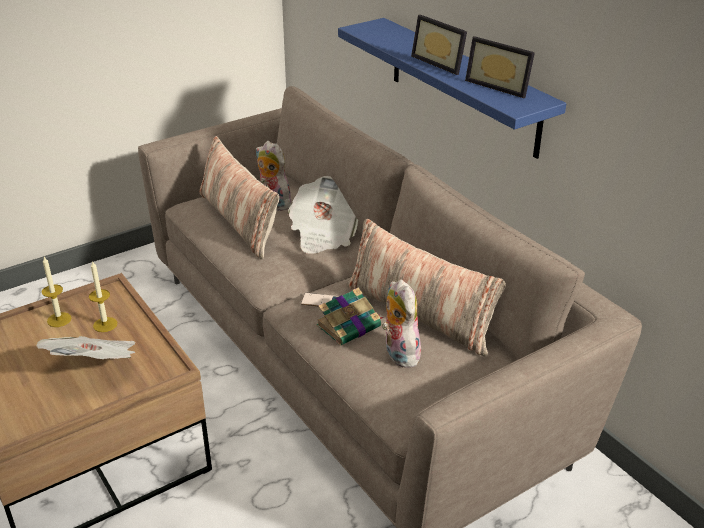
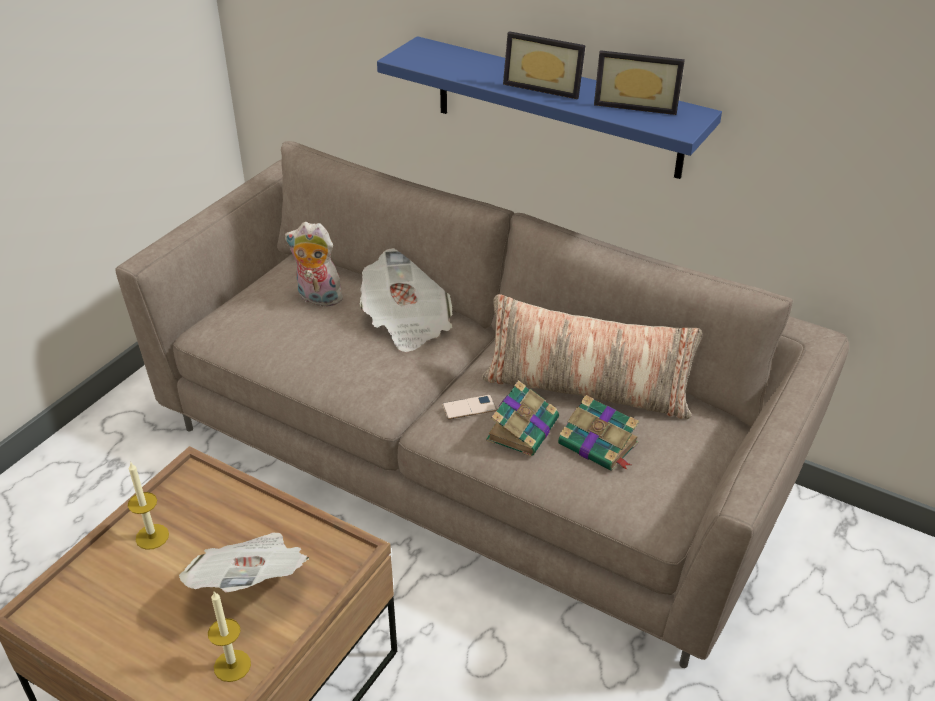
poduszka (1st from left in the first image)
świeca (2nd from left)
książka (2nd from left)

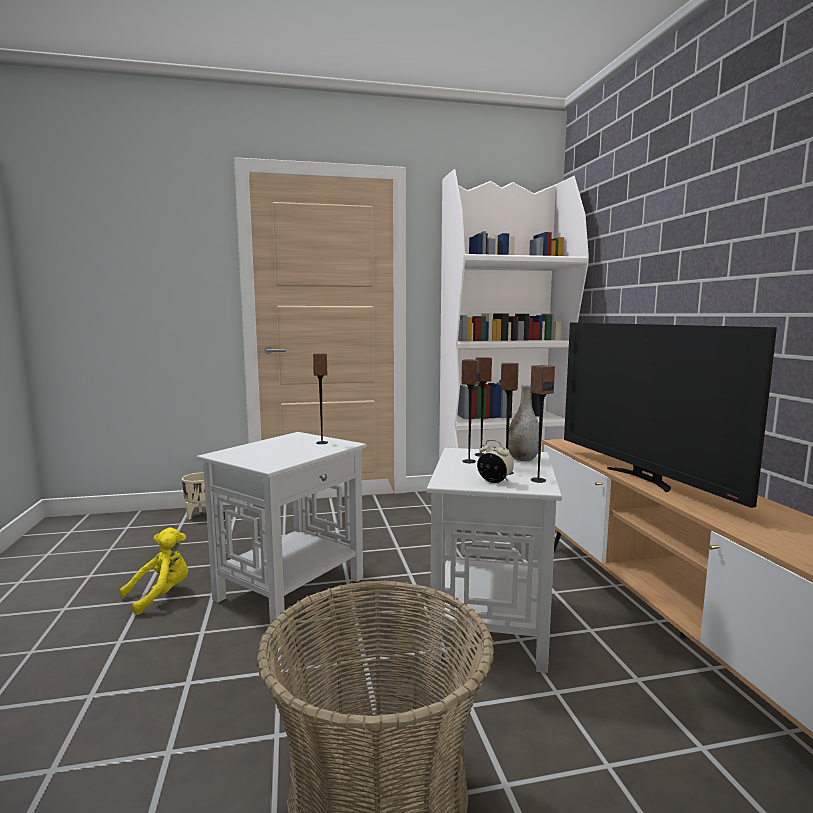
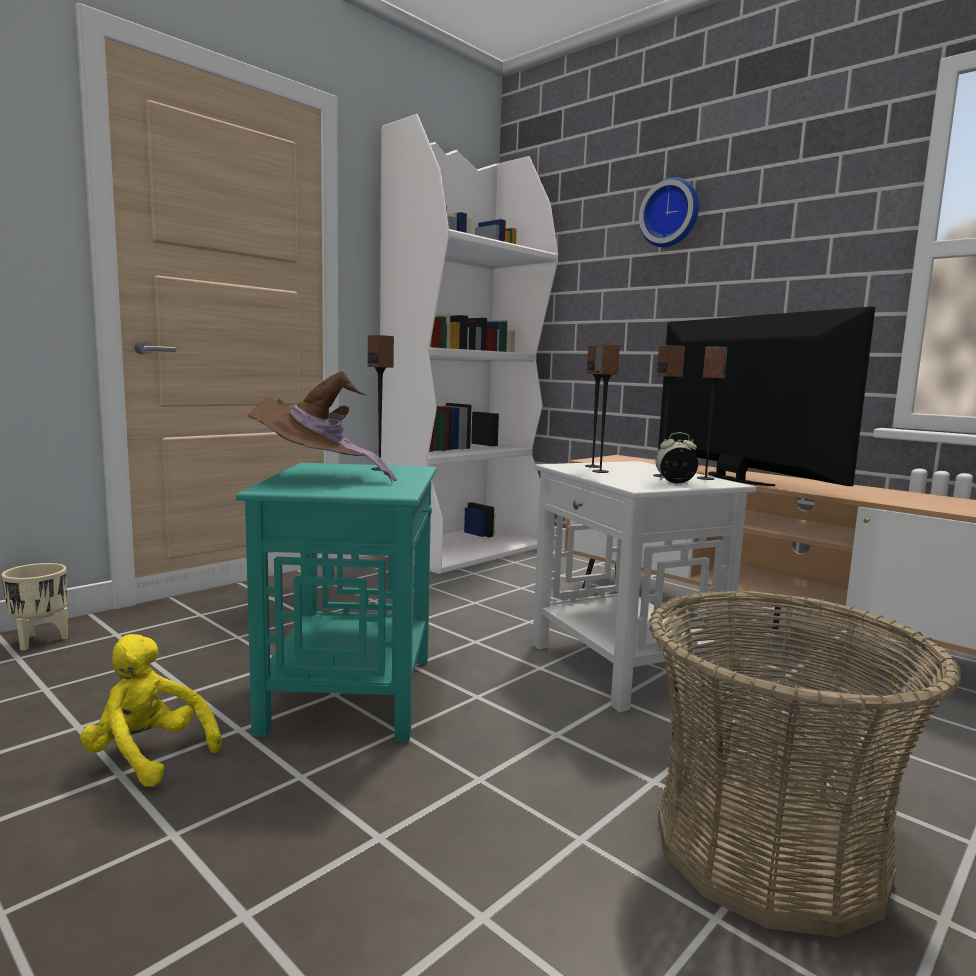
telewizor
wazon [szary]
stolik [turkusowy]
pluszak [żółty]
zegar ścienny
kapelusz [brązowy]

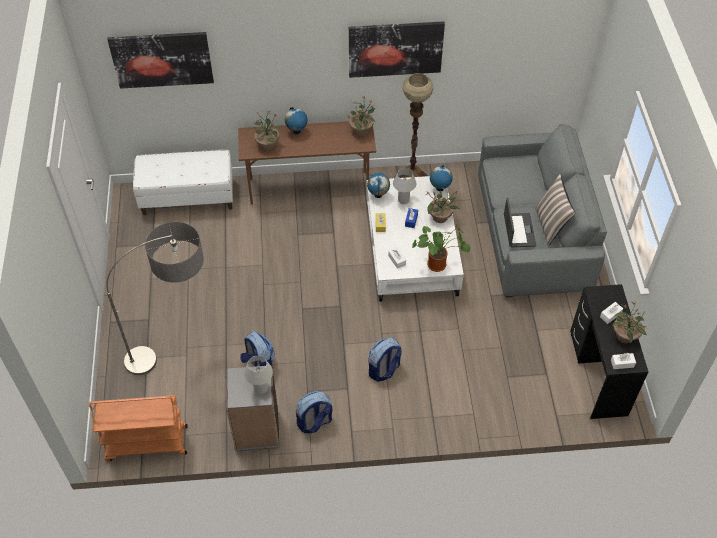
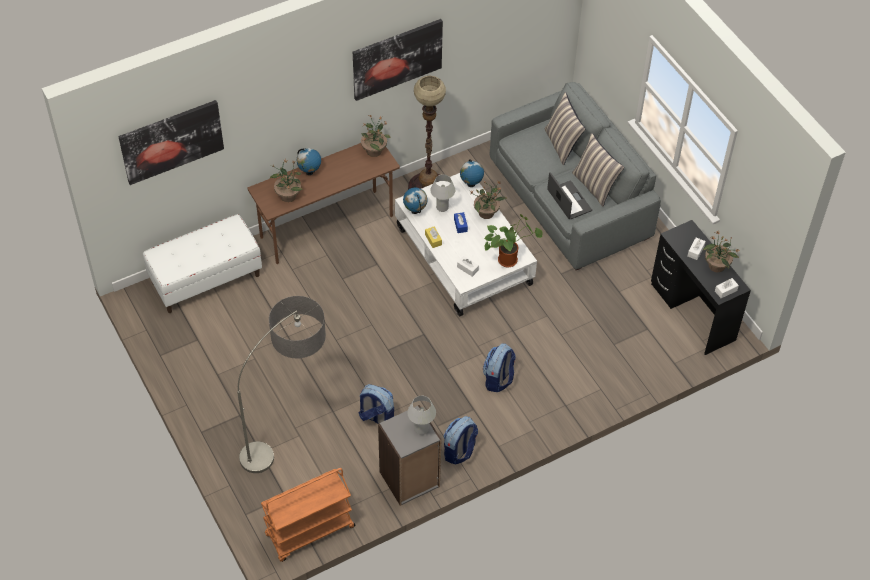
poduszka (1st from left)

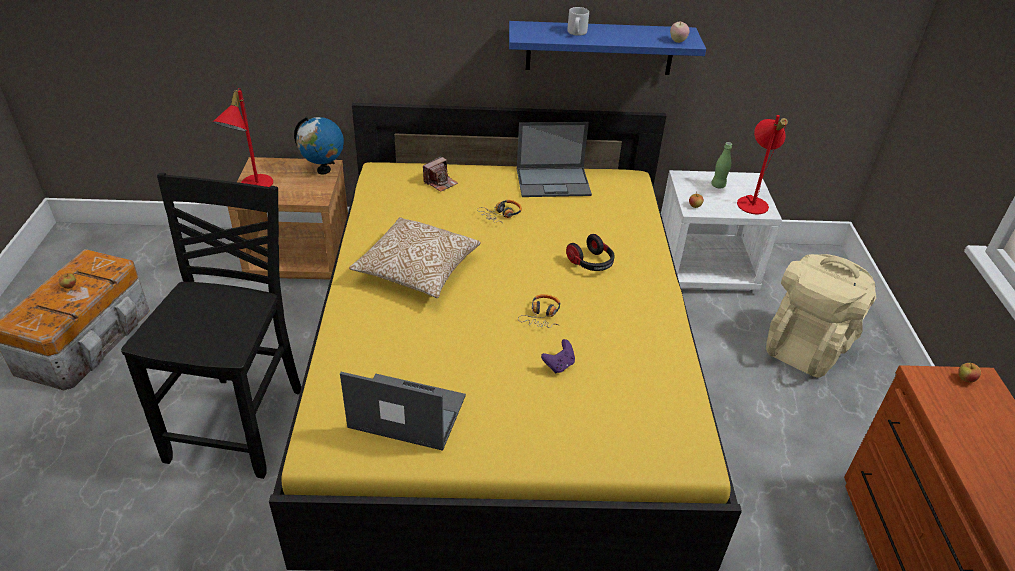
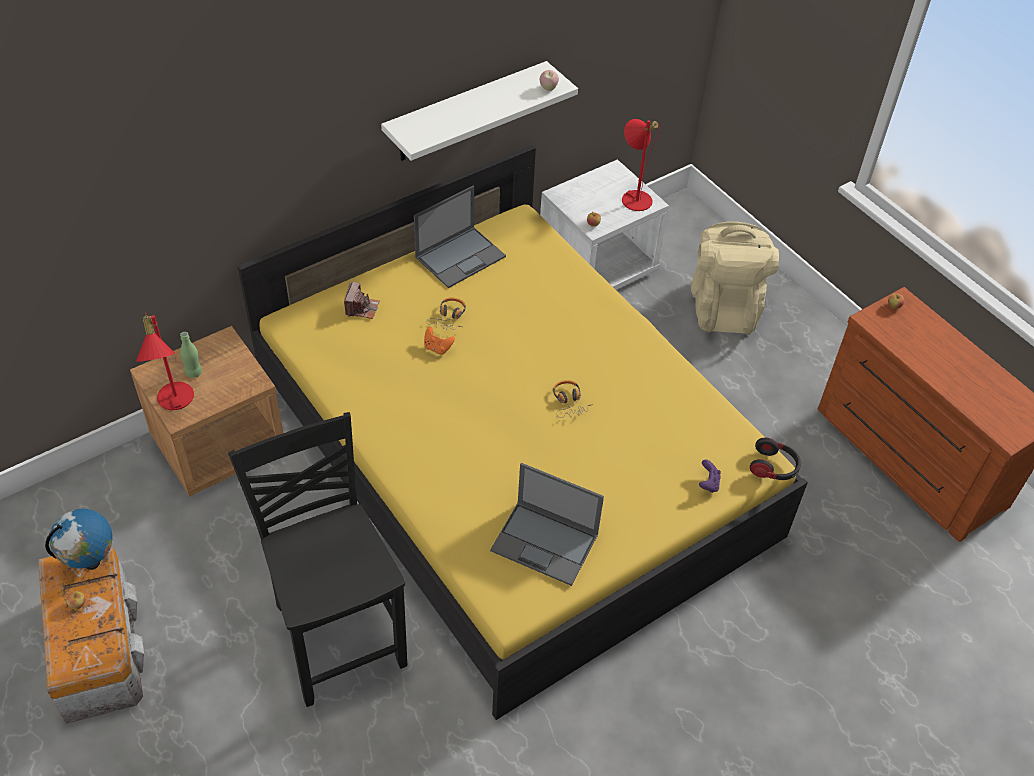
kubek [szary]
półka [biały]
globus
butelka [zielony]
poduszka
słuchawki (3rd from left)
pad do gier [fioletowy]
laptop (2nd from left)
pad do gier [pomarańczowy]

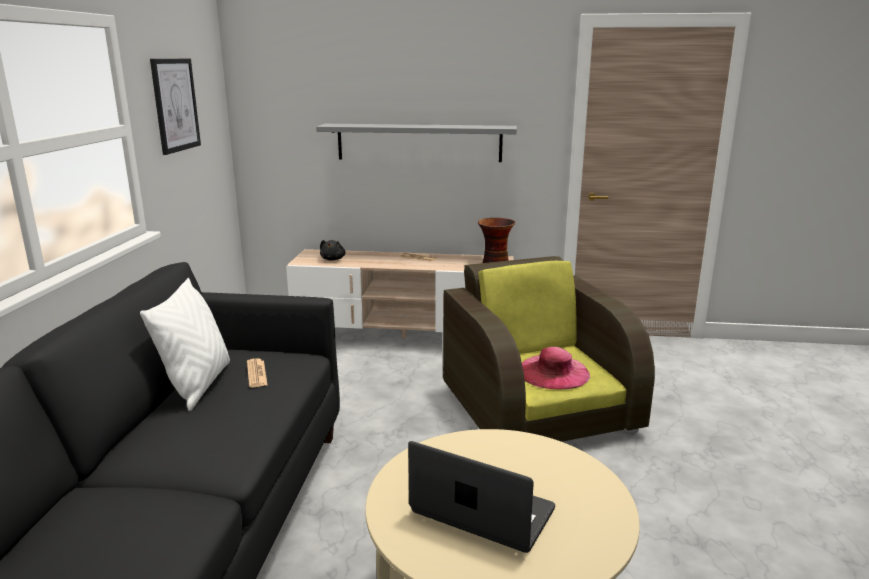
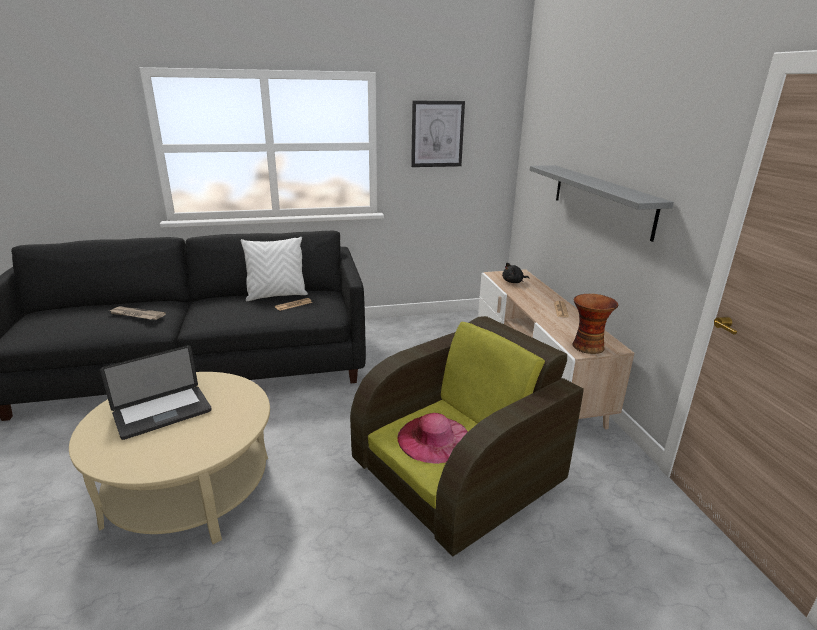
laptop
gazeta (1st from left)

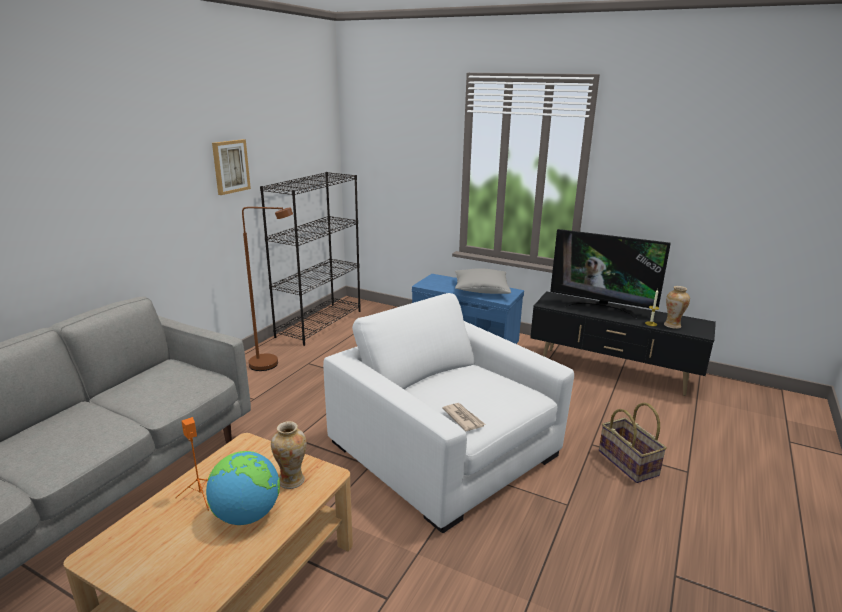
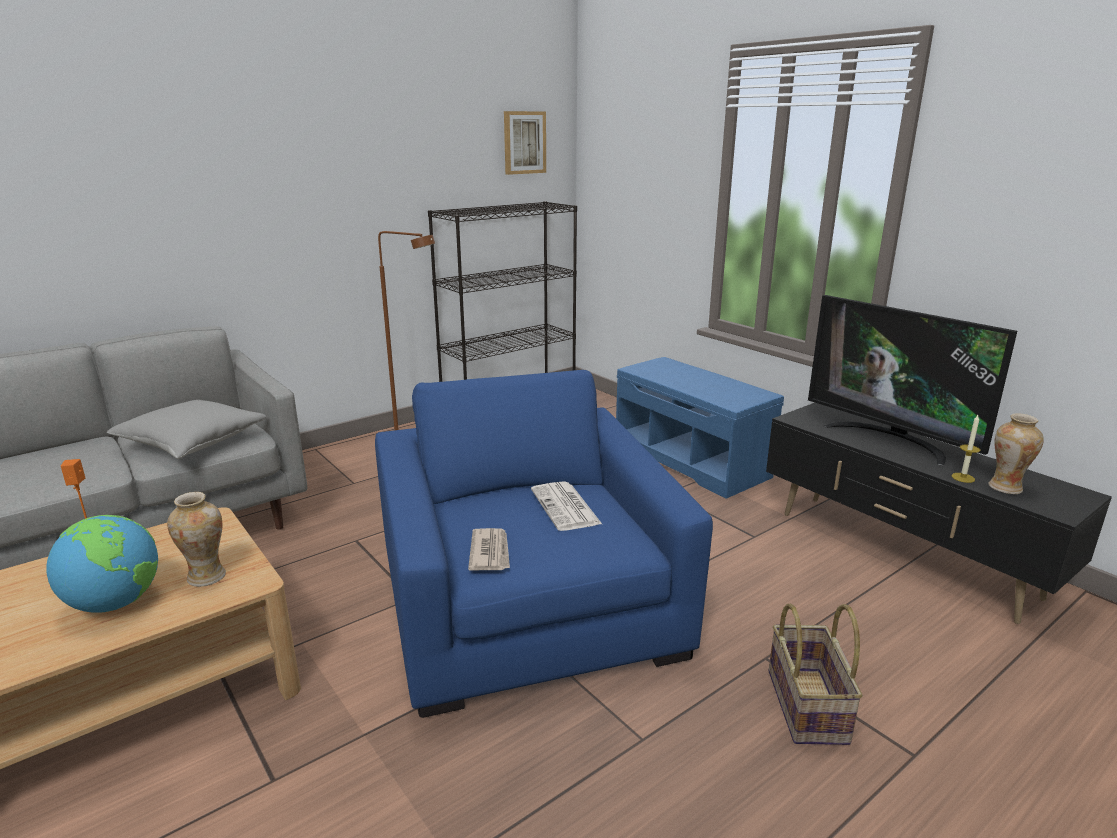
obraz
poduszka [szary]
fotel [niebieski]
gazeta (2nd from left)

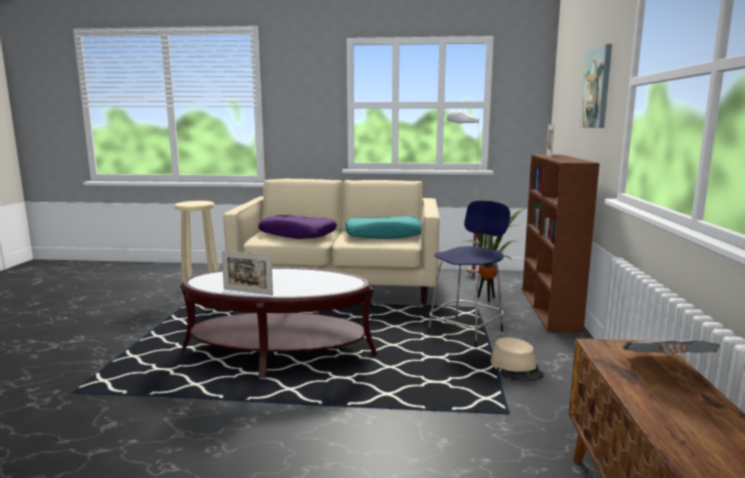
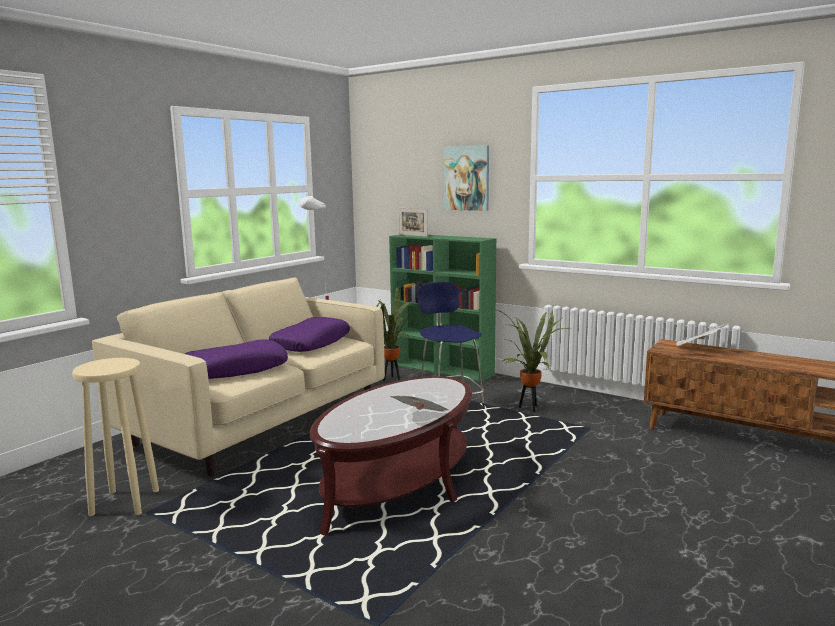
regał [zielony]
poduszka [fioletowy] (2nd from left)
gazeta (1st from left)
roślina doniczkowa (2nd from left)

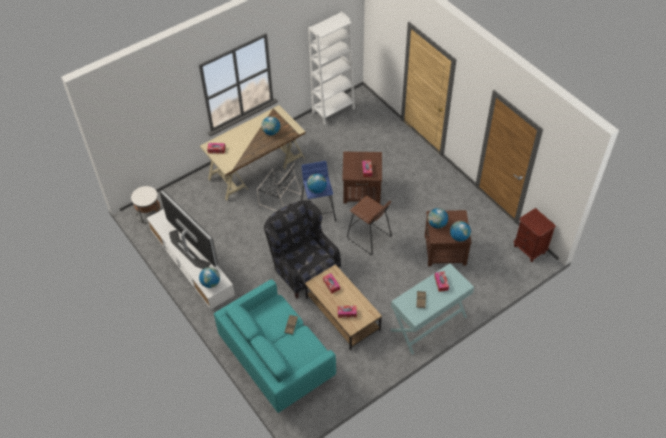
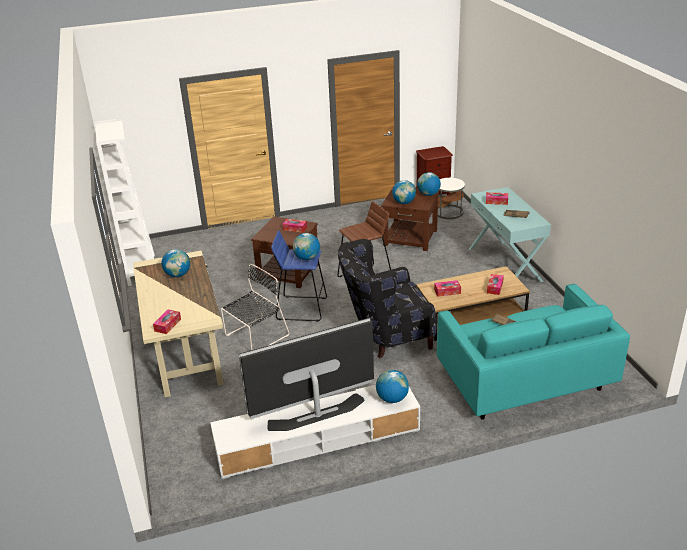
stolik [biały]

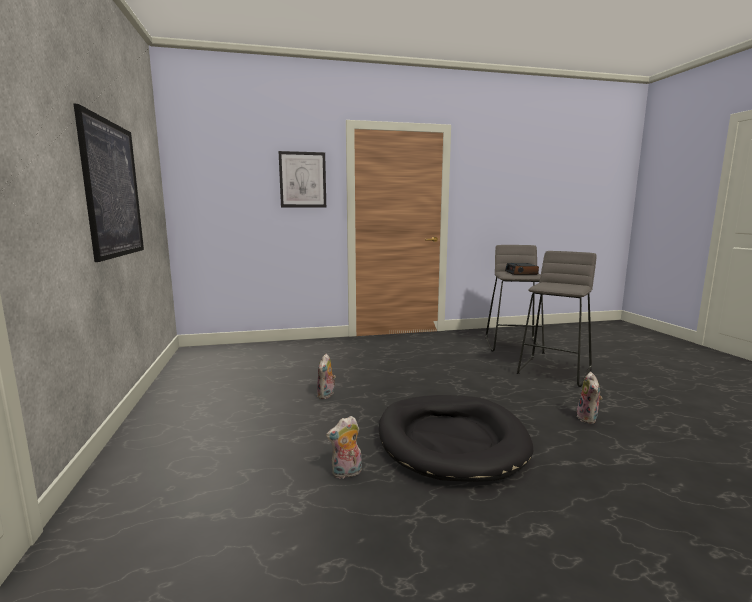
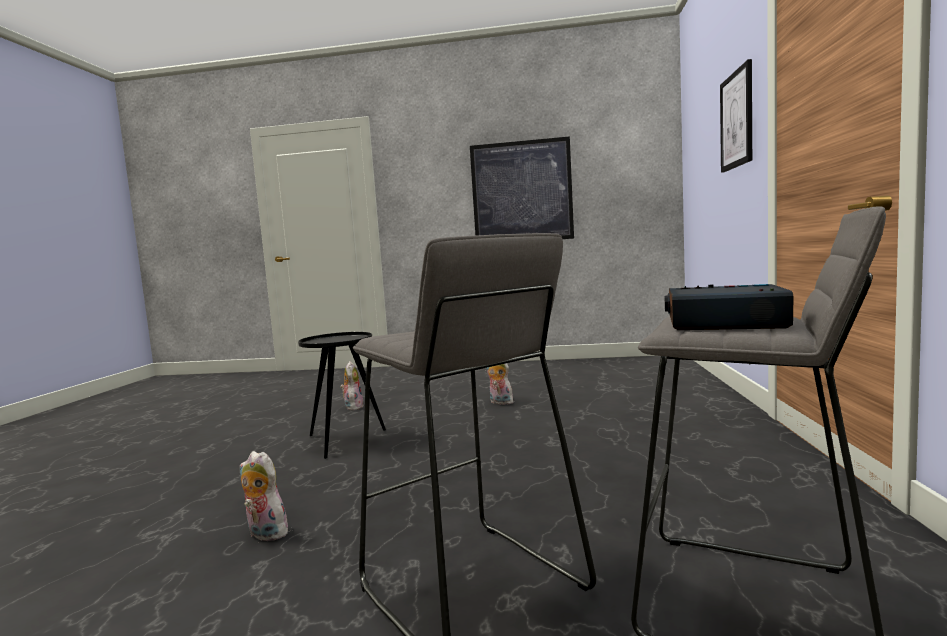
stolik [czarny]

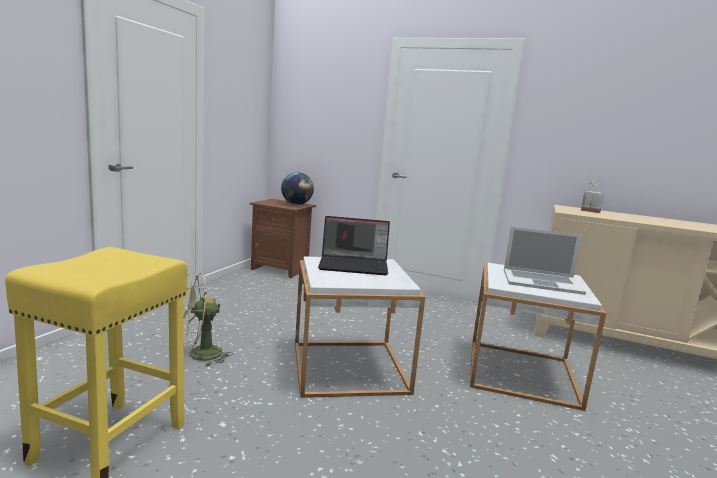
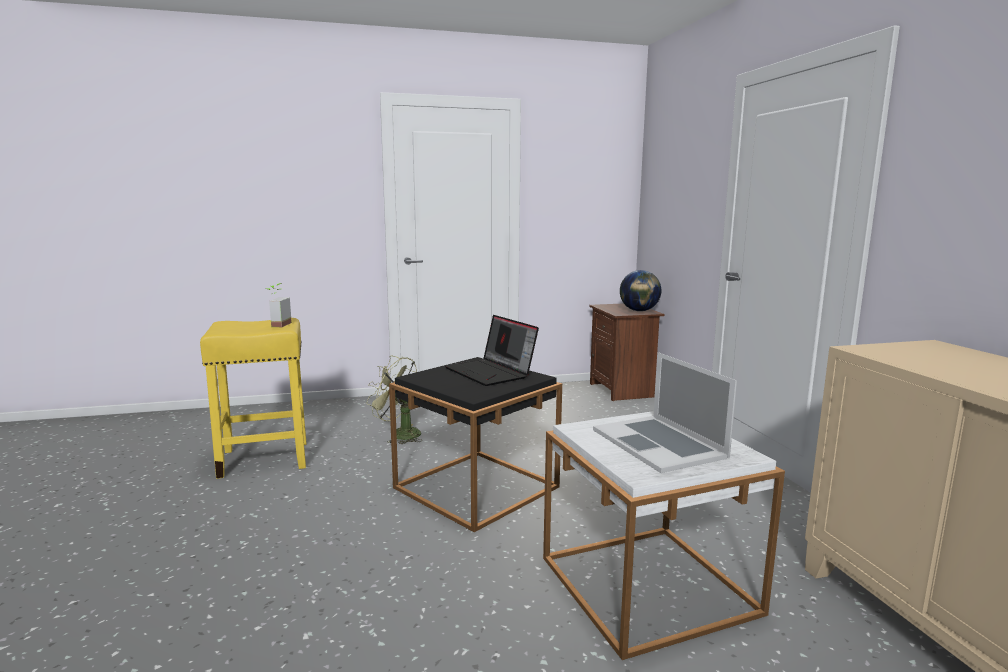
roślina doniczkowa
stolik [czarny]

